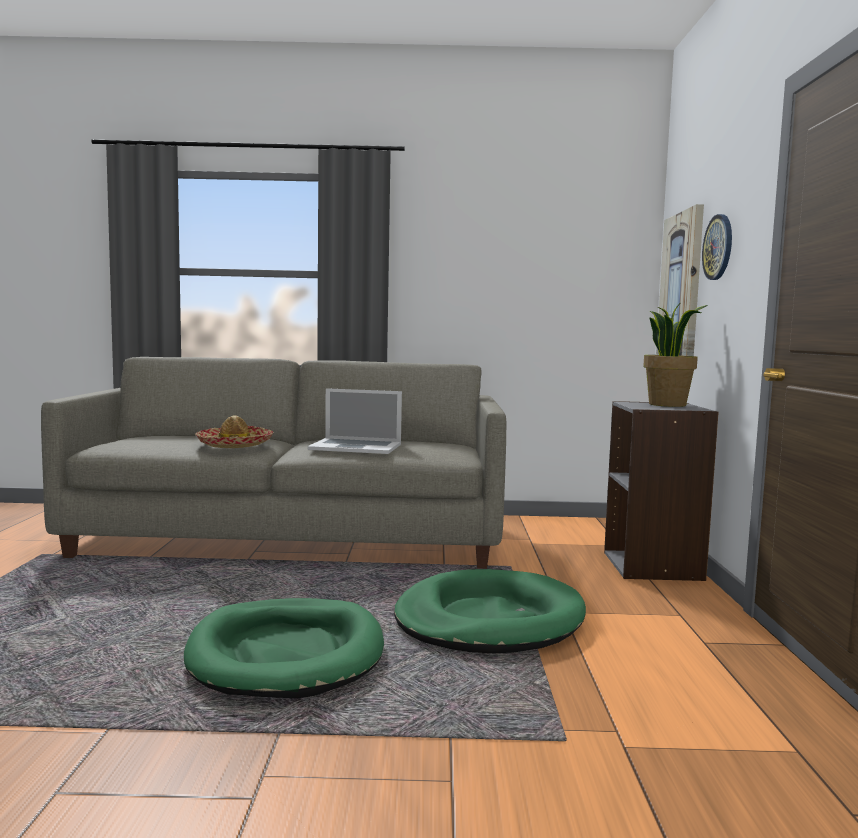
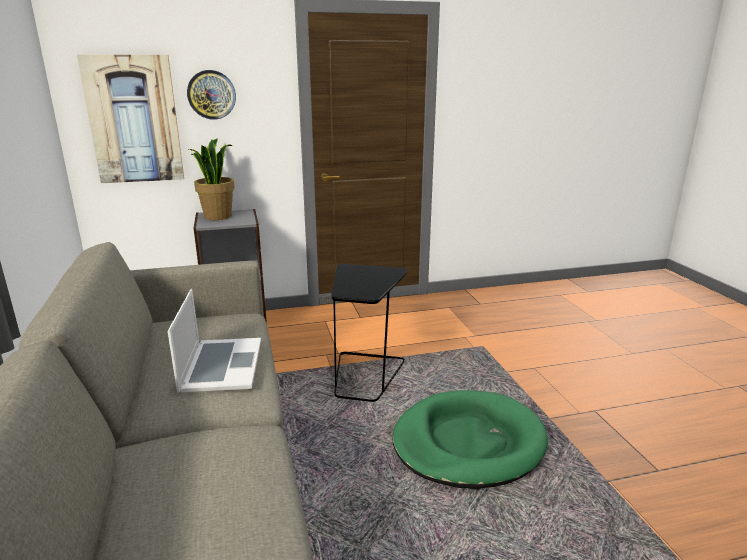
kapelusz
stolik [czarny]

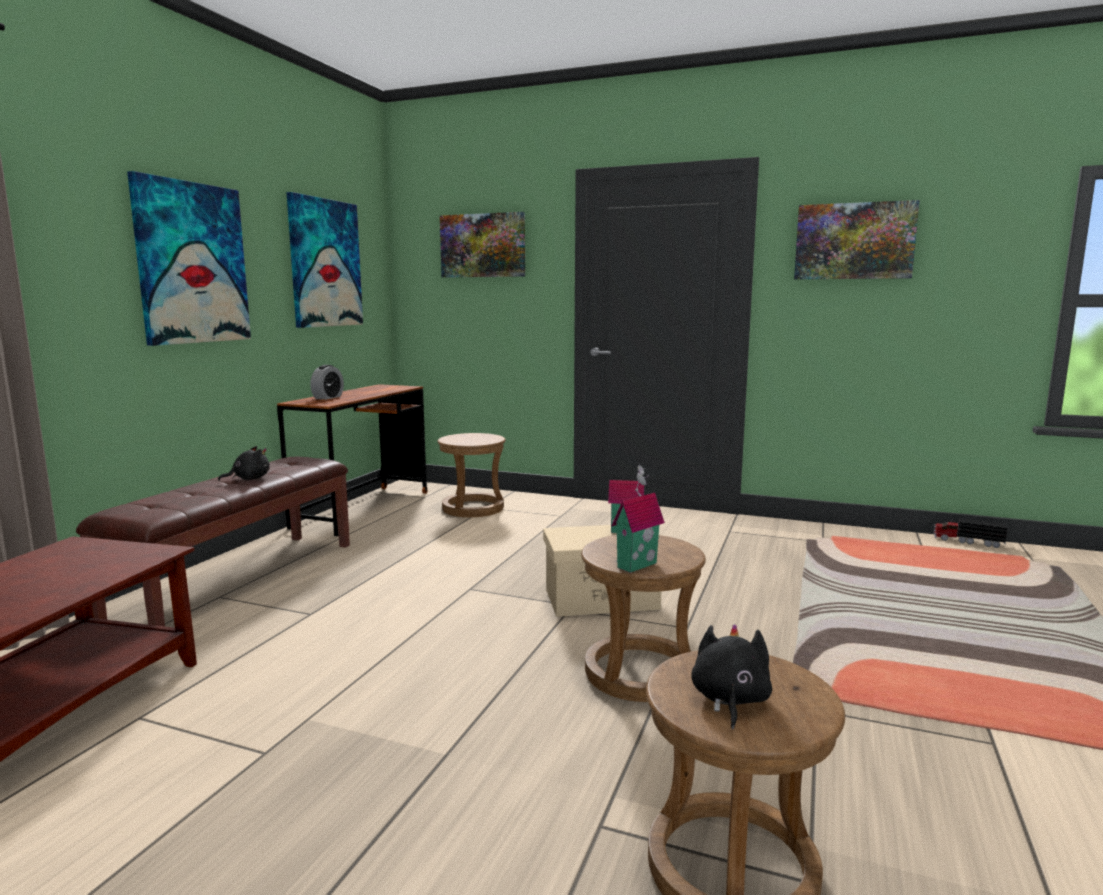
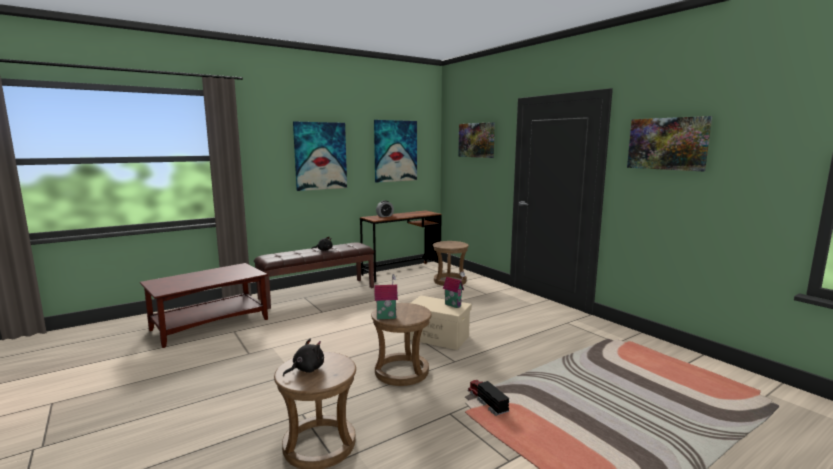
ciężarówka zabawkowa

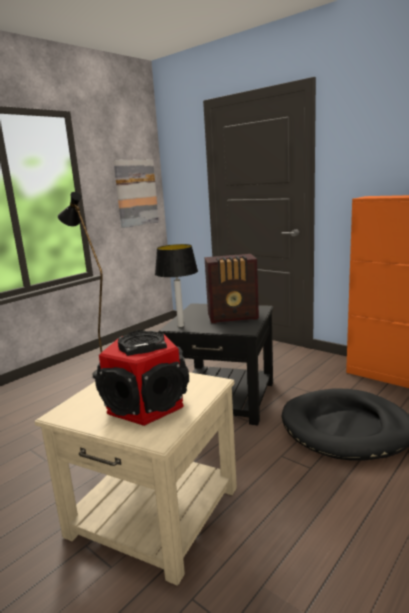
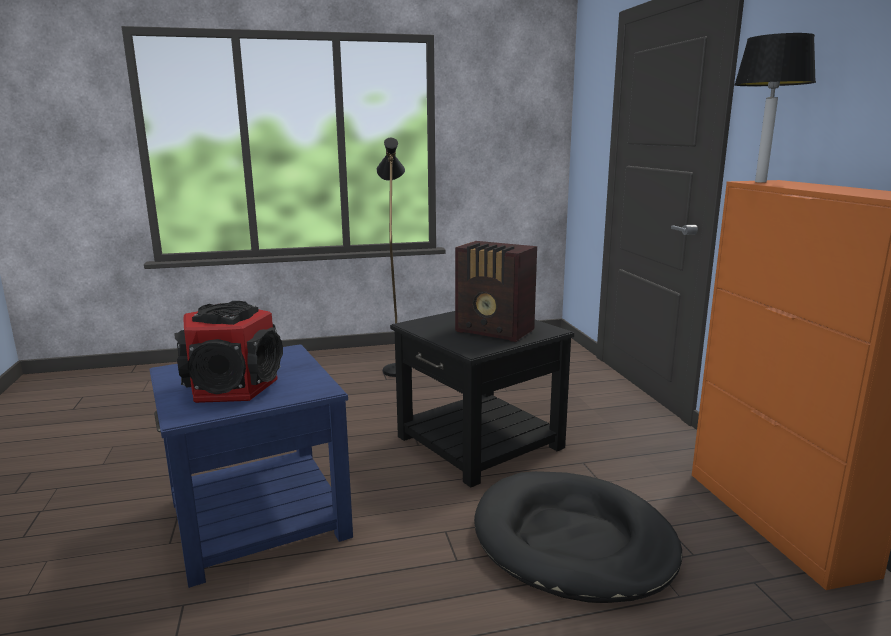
obraz
lampa stołowa
stolik [niebieski]

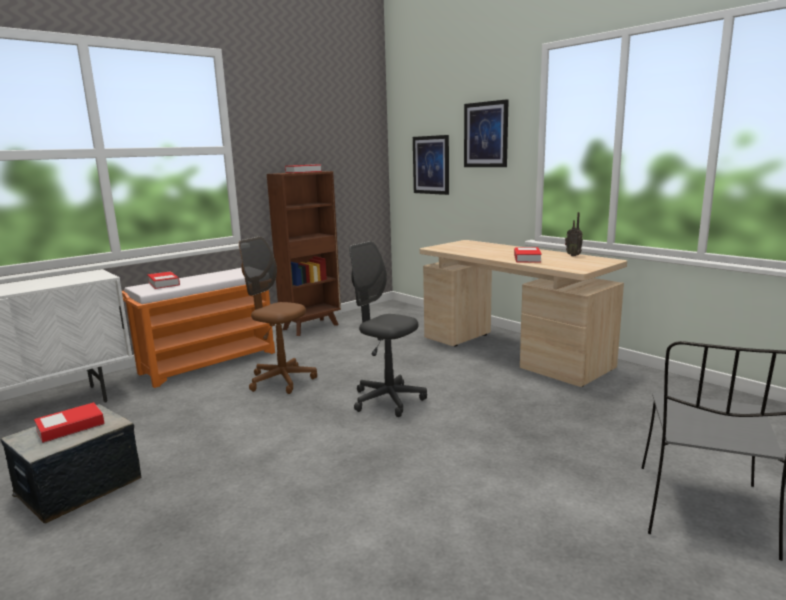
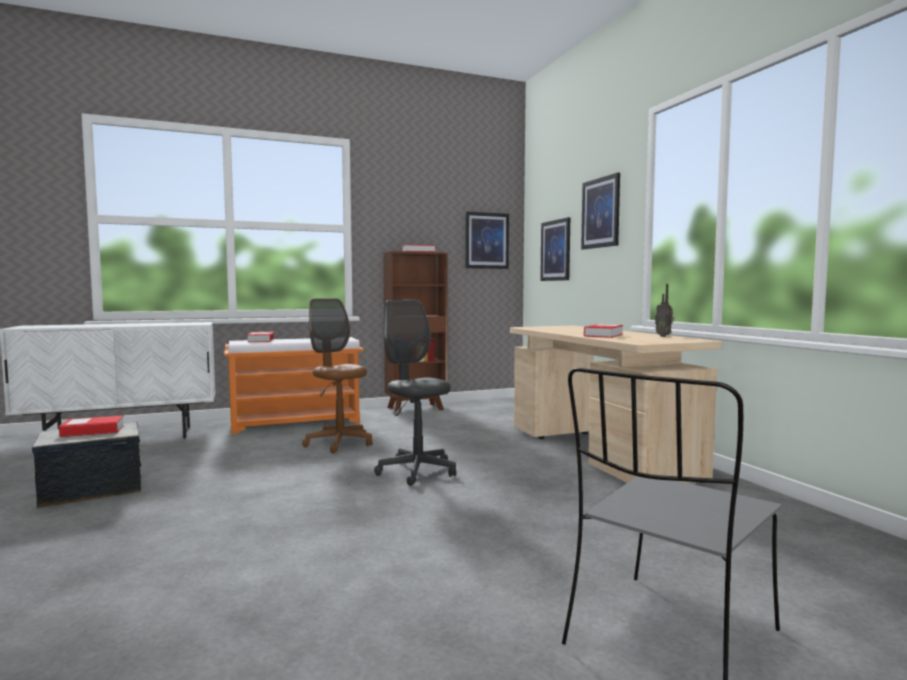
obraz (1st from left)

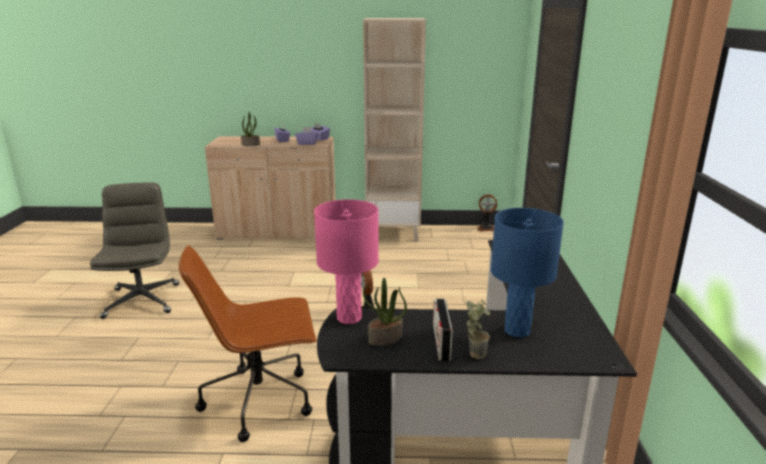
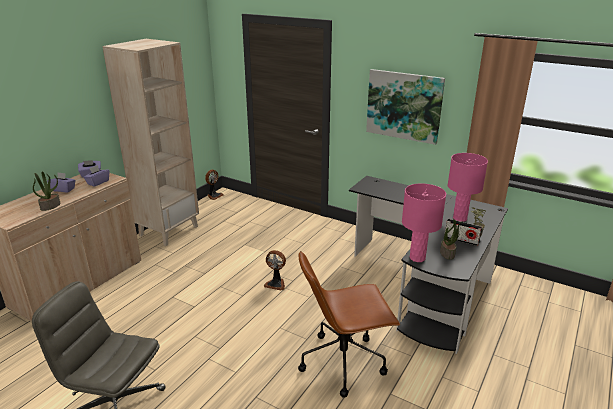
lampa stołowa [różowy] (2nd from left)
krzesło biurowe [brązowy]
obraz

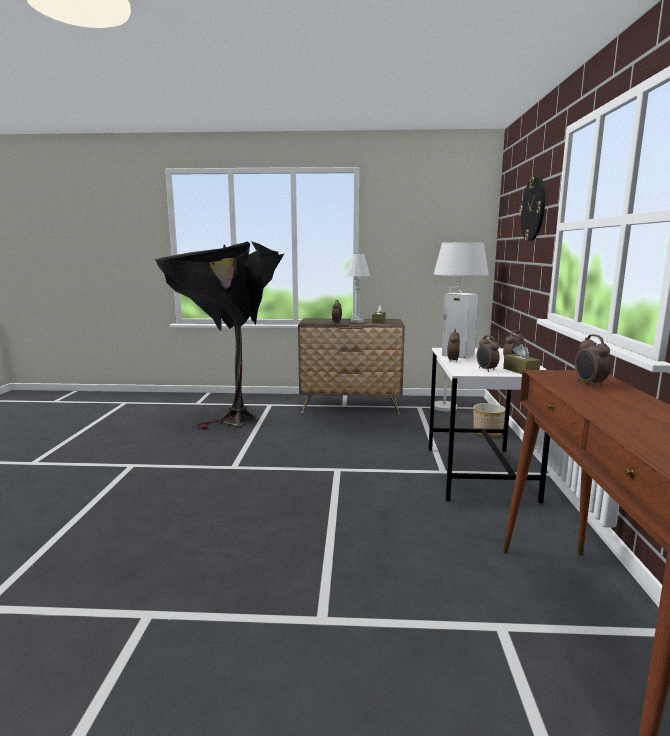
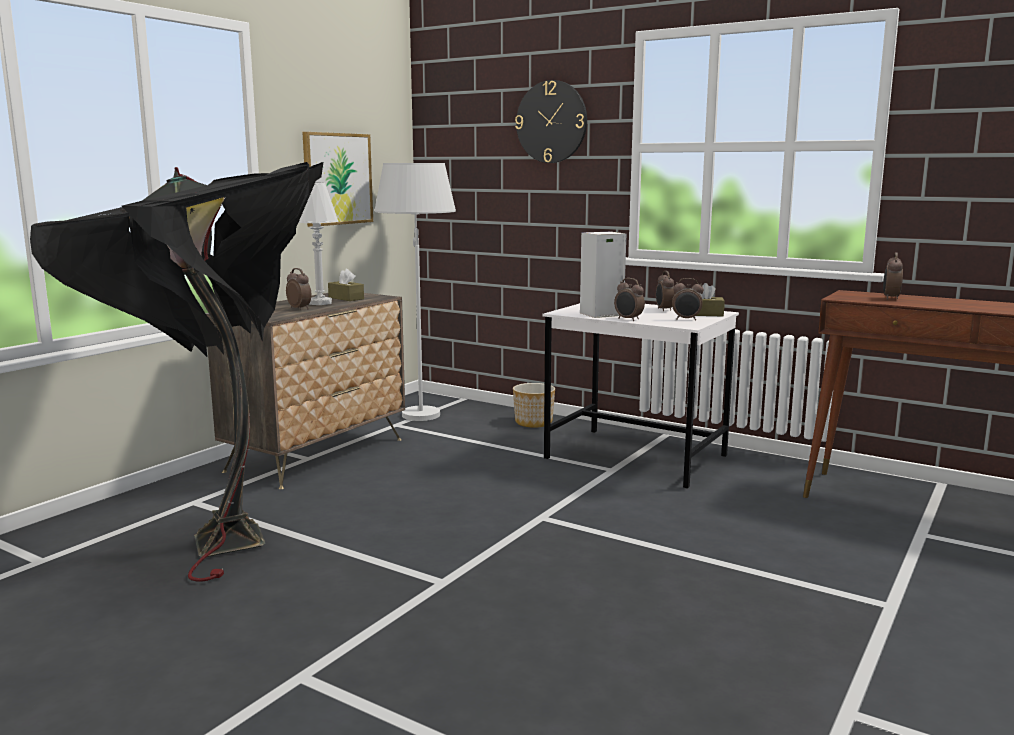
budzik (5th from left)
obraz

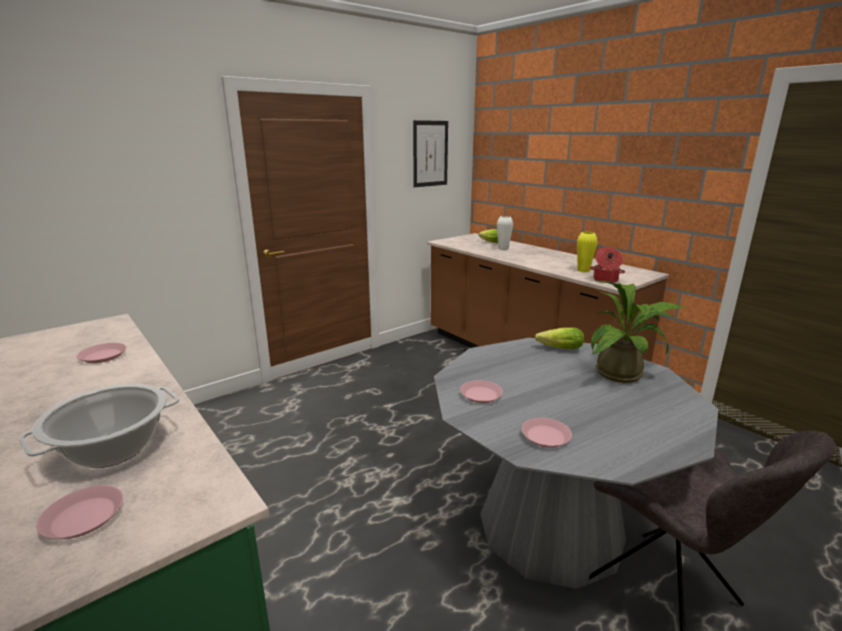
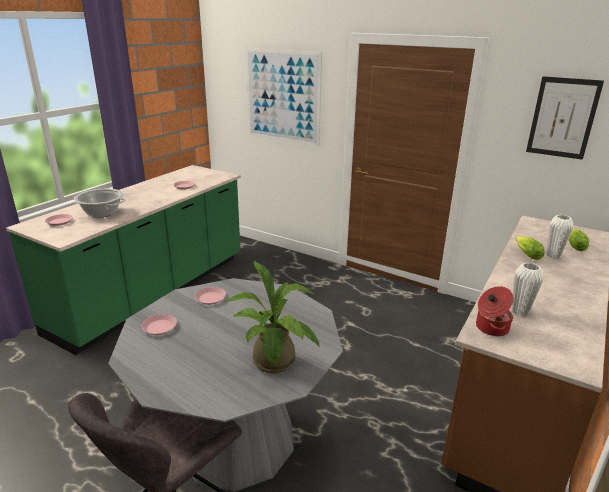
wazon [biały] (1st from left)
sałata (1st from left)
obraz (1st from left)

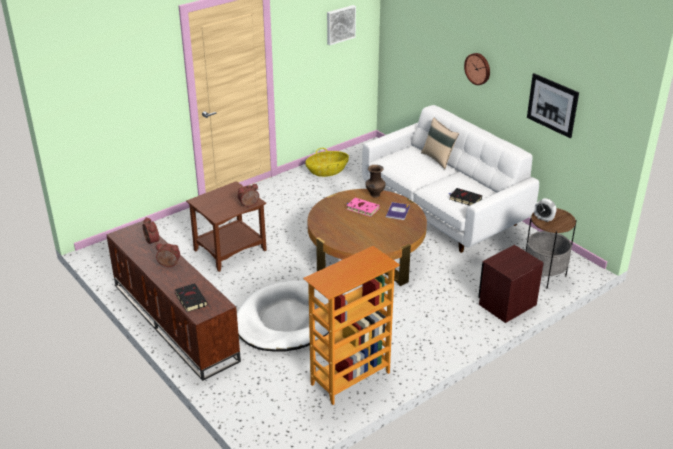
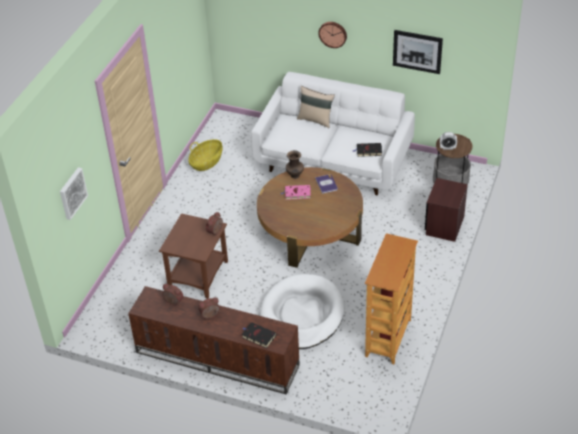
obraz (1st from left)

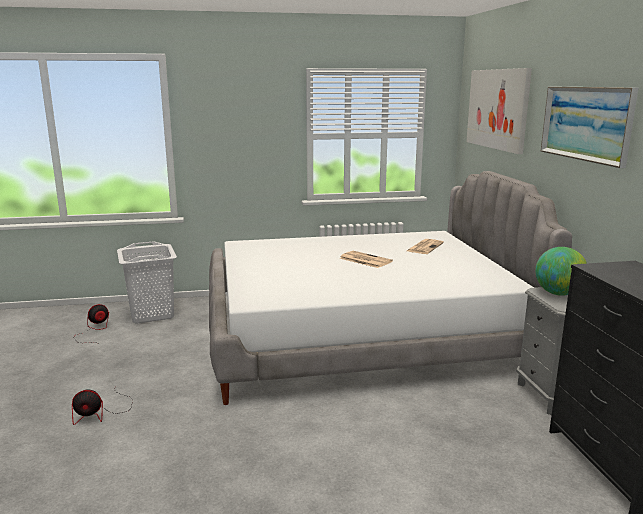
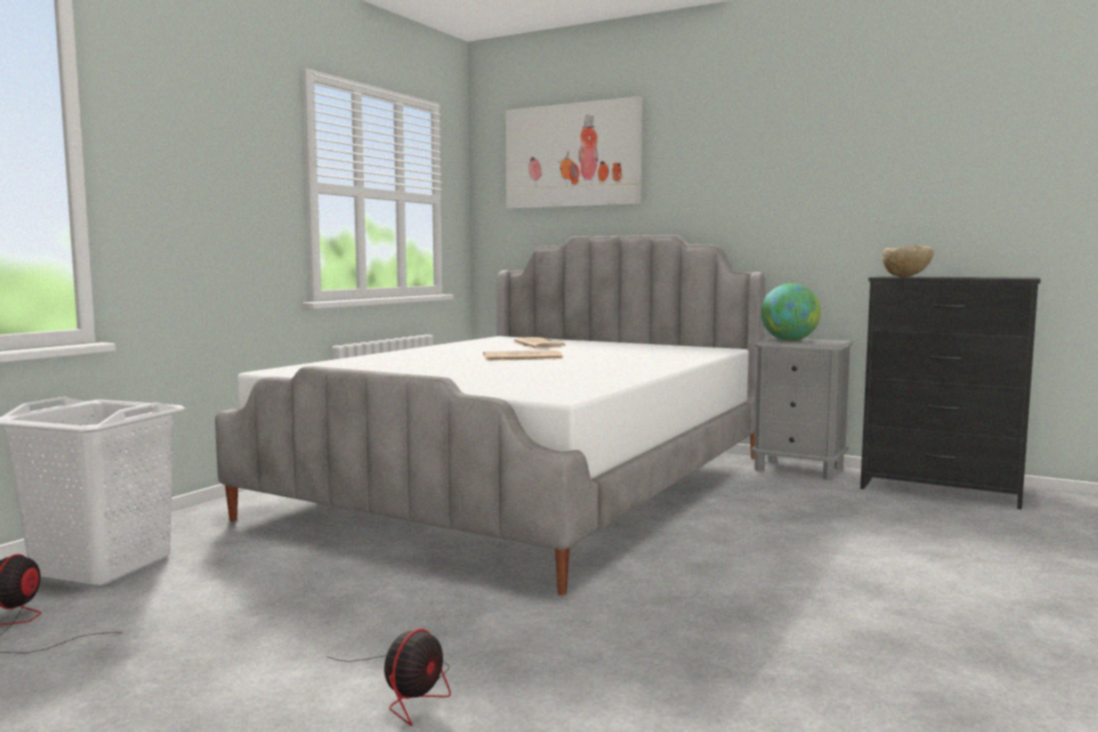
obraz (2nd from left in the first image)
miska [beżowy]

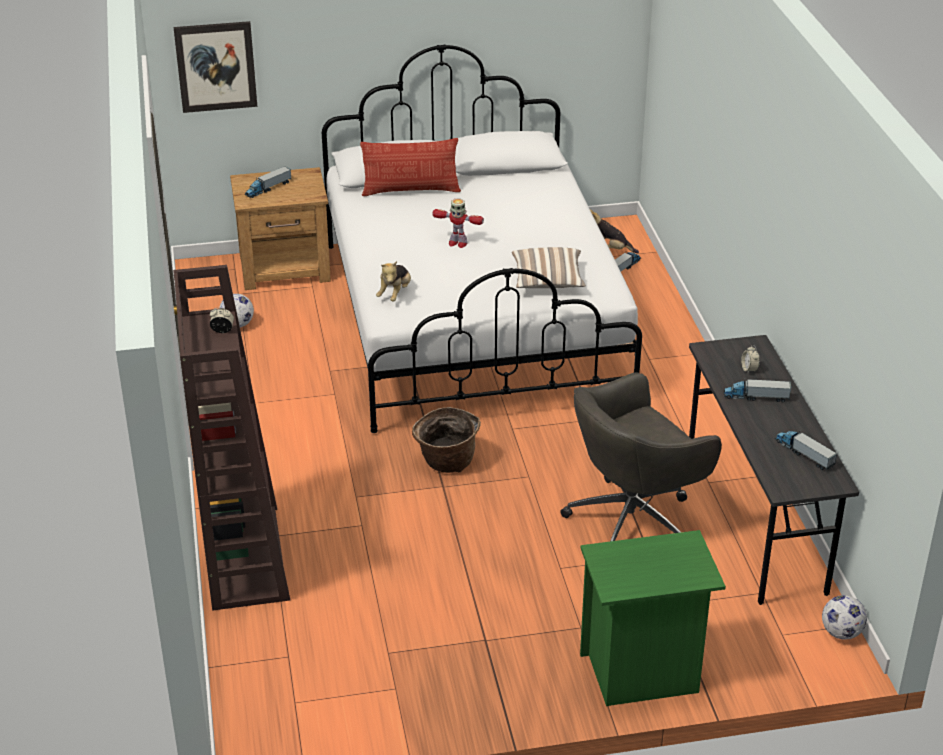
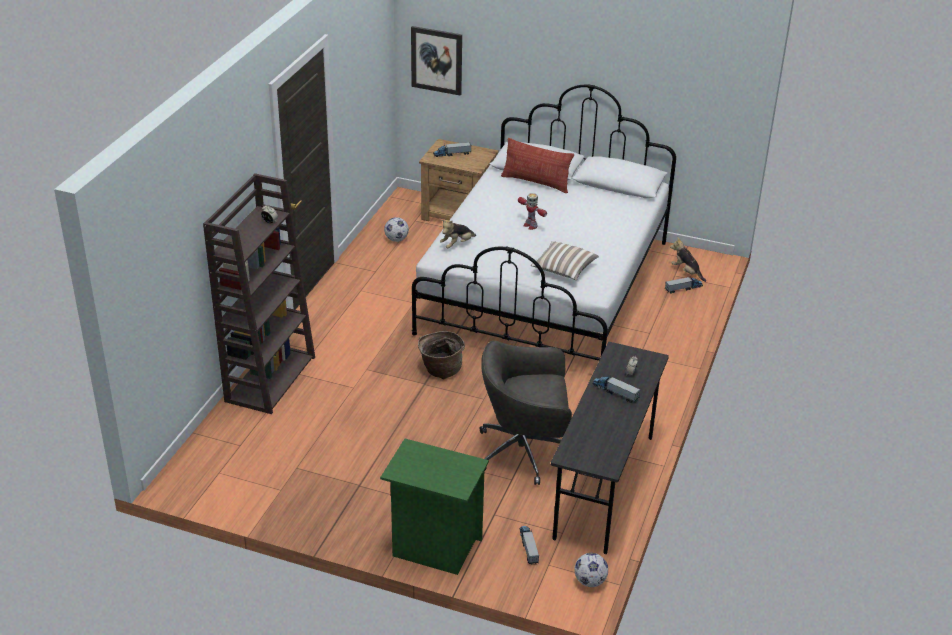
ciężarówka zabawkowa (2nd from left)

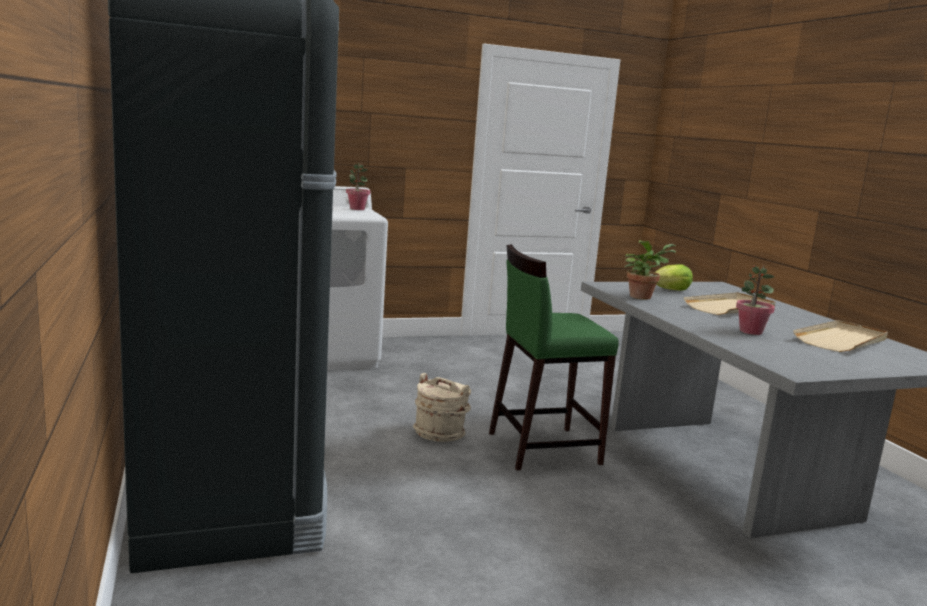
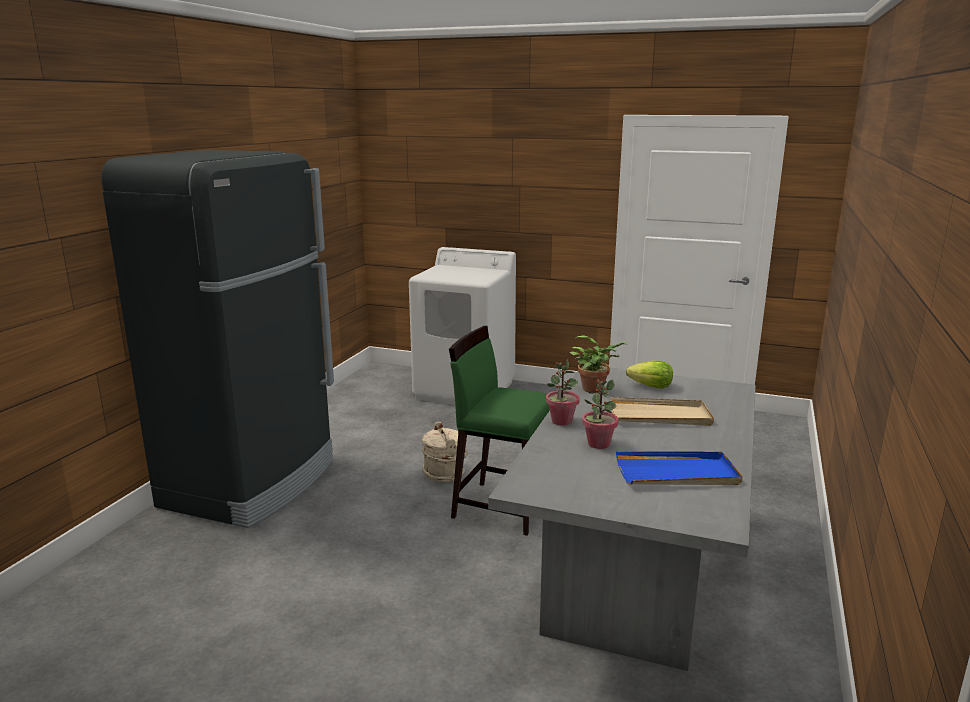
roślina doniczkowa (1st from left)
taca [niebieski]

